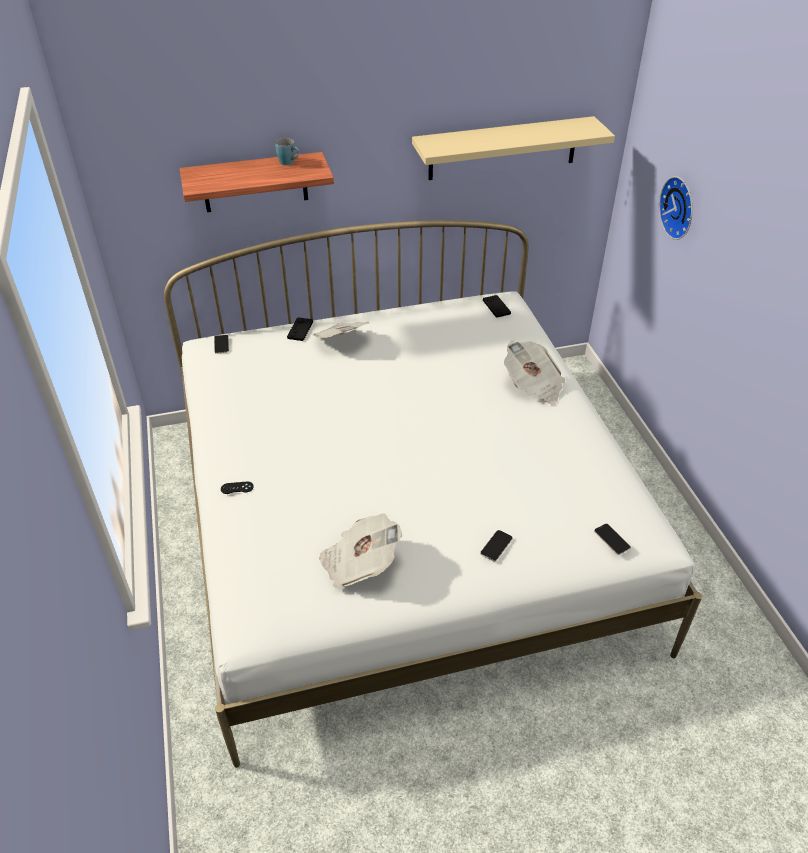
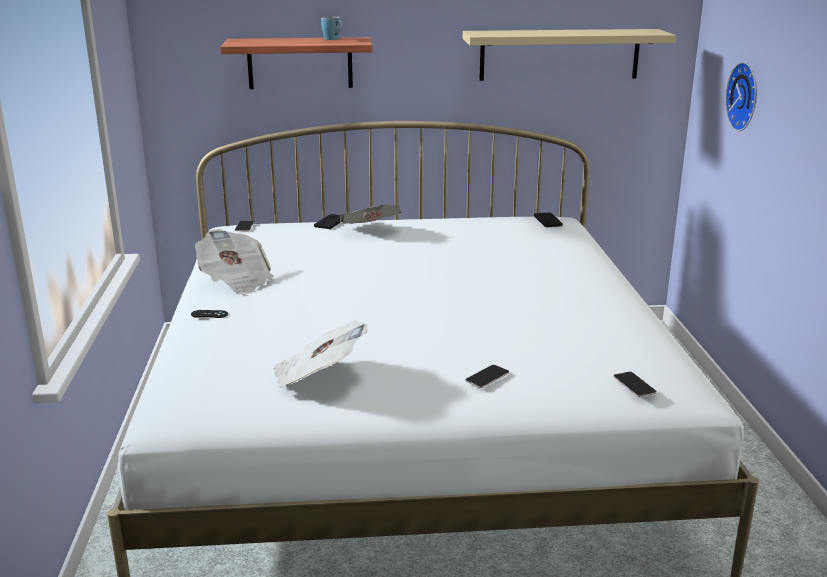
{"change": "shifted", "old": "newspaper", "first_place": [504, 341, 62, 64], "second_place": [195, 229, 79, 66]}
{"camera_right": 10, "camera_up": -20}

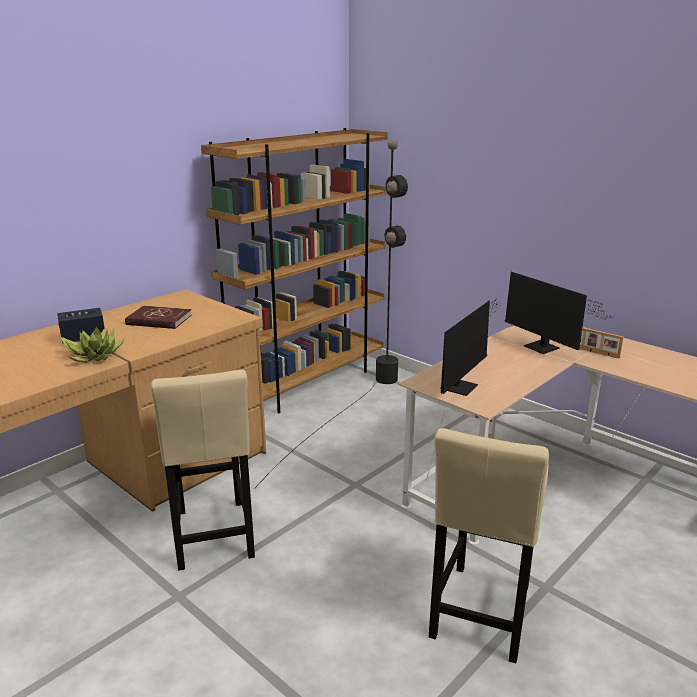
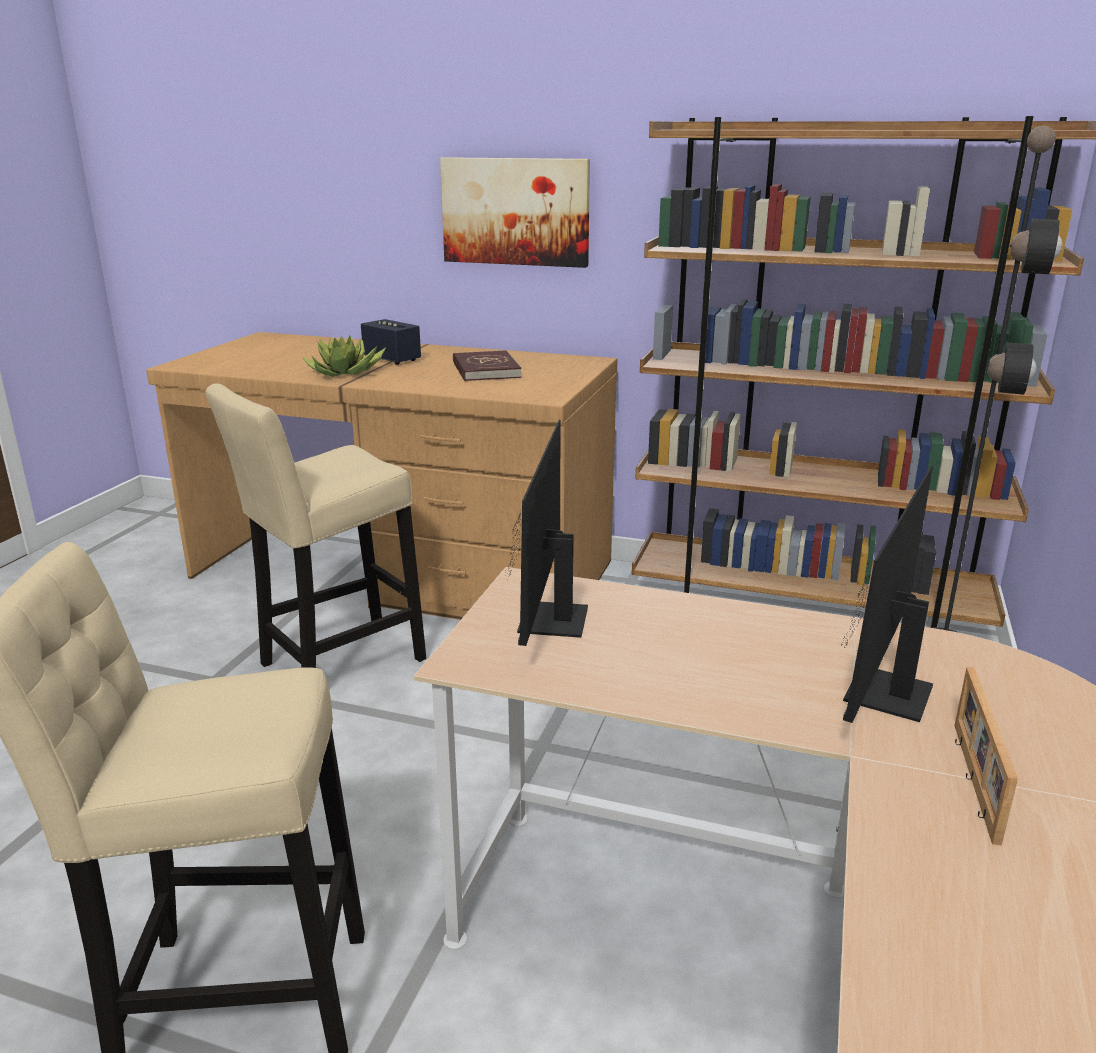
{"change": "new", "new": "picture", "second_place": [440, 157, 150, 111]}
{"change": "rotated", "old": "monitor", "first_place": [440, 299, 62, 97], "second_place": [508, 420, 80, 226], "degrees": 90}
{"camera_right": 65, "camera_up": 0}

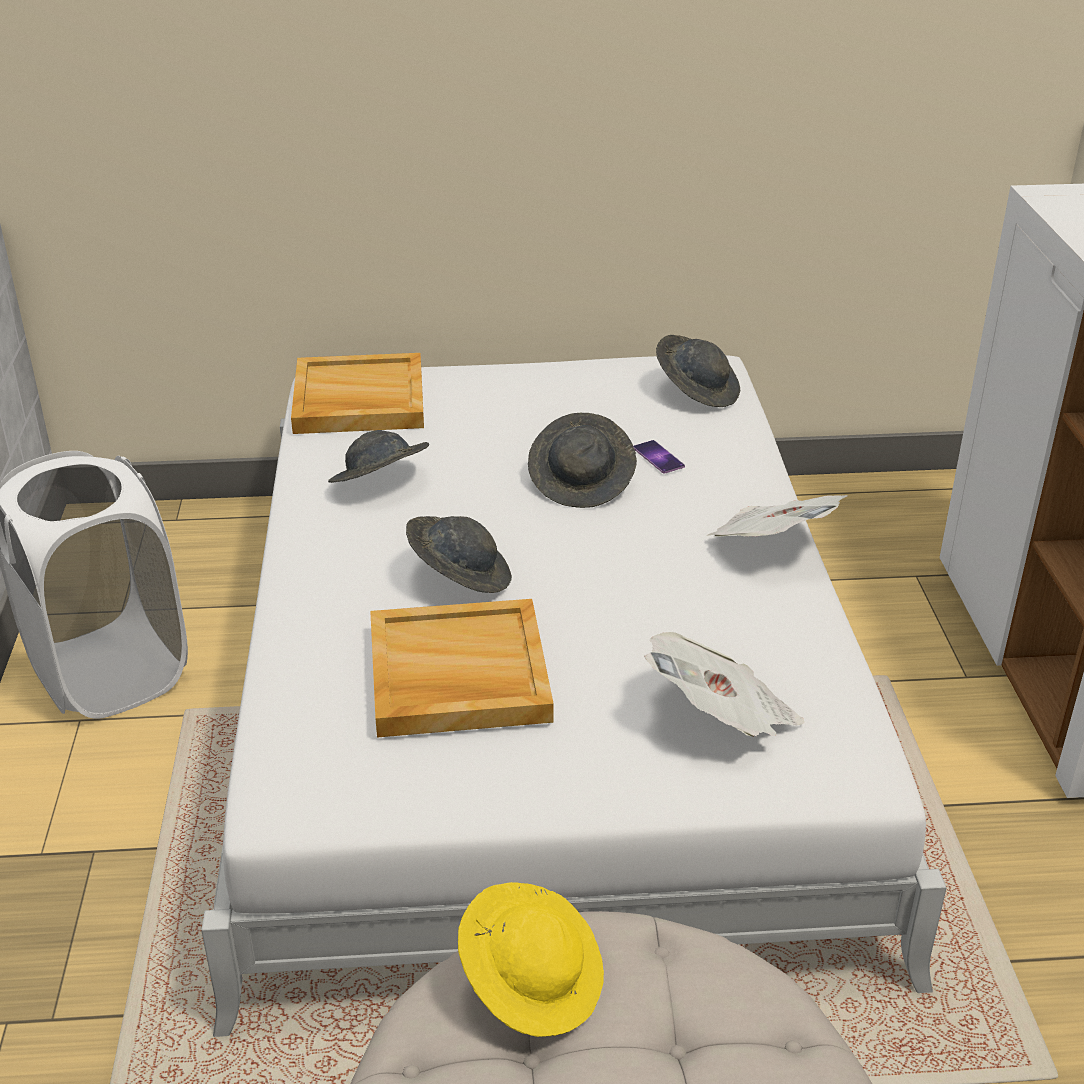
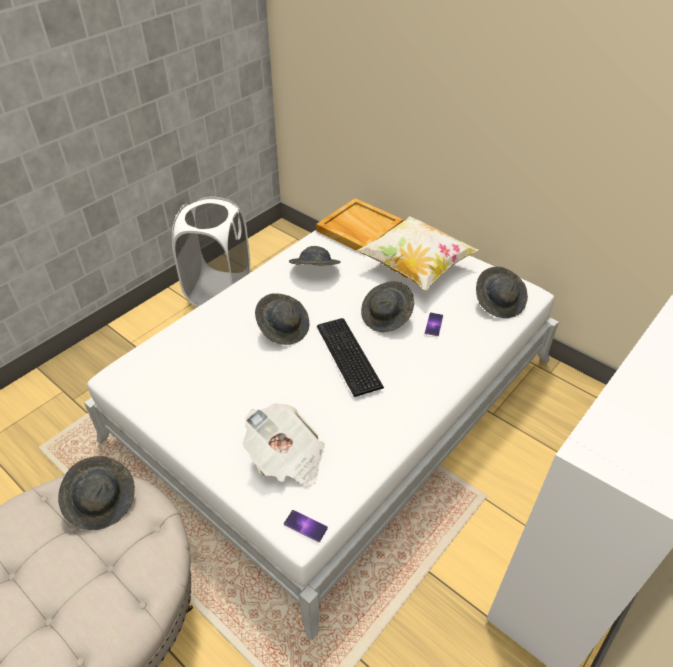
{"change": "repainted", "old": "hat (yellow)", "new": "hat (grey)", "first_place": [458, 882, 146, 155], "second_place": [58, 456, 77, 74]}
{"change": "new", "new": "phone", "second_place": [284, 510, 44, 32]}
{"change": "new", "new": "keyboard", "second_place": [317, 318, 67, 79]}
{"change": "new", "new": "pillow", "second_place": [356, 216, 122, 74]}
{"change": "gone", "old": "tray (beige)", "first_place": [370, 599, 184, 139]}
{"change": "gone", "old": "newspaper", "first_place": [707, 495, 141, 42]}
{"camera_right": 45, "camera_up": 10}

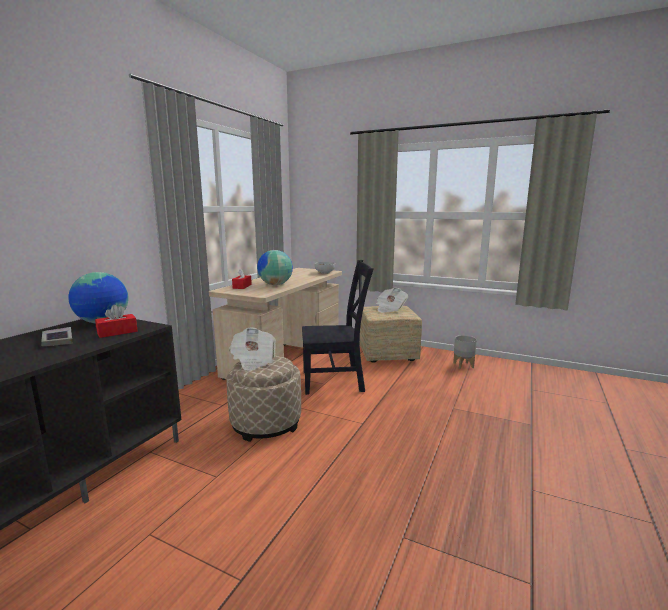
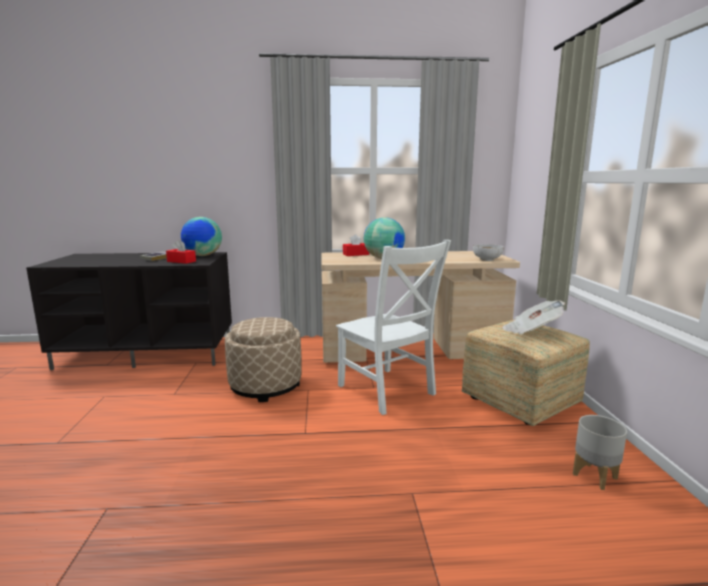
{"change": "repainted", "old": "chair (black)", "new": "chair (white)", "first_place": [302, 260, 72, 135], "second_place": [336, 240, 115, 175]}
{"change": "gone", "old": "newspaper", "first_place": [229, 328, 47, 43]}
{"camera_right": 60, "camera_up": 0}

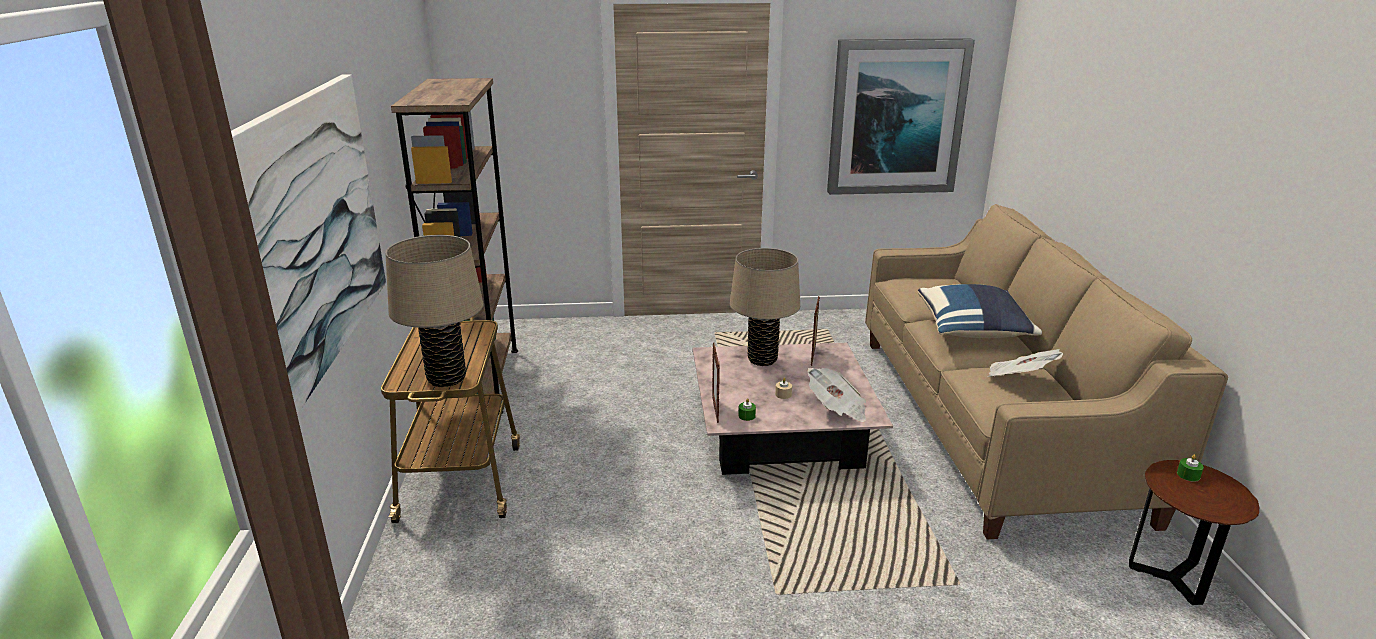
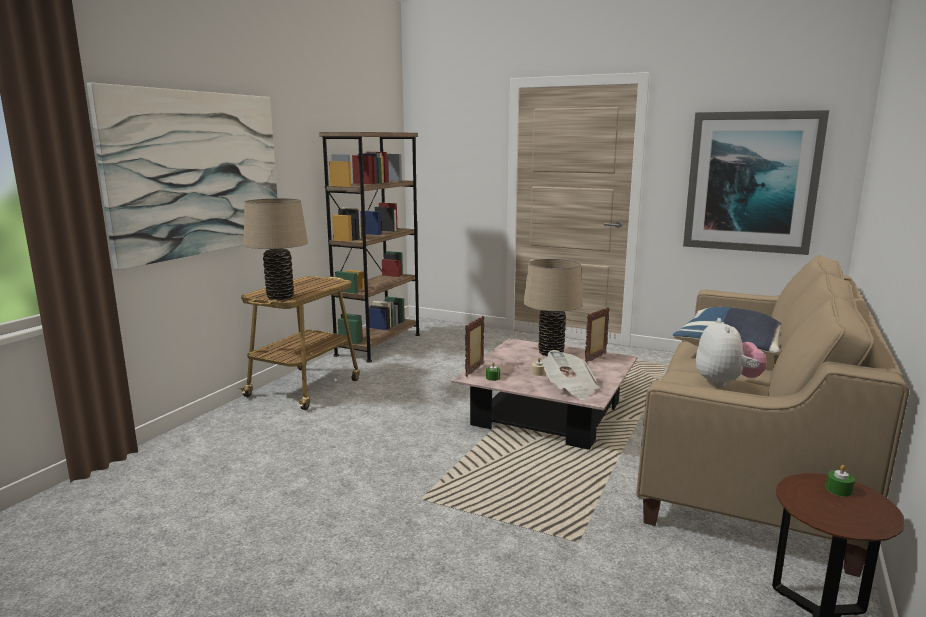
{"change": "swapped", "old": "newspaper", "new": "plush toy", "first_place": [987, 349, 76, 28], "second_place": [696, 318, 71, 70]}
{"camera_right": 30, "camera_up": -10}

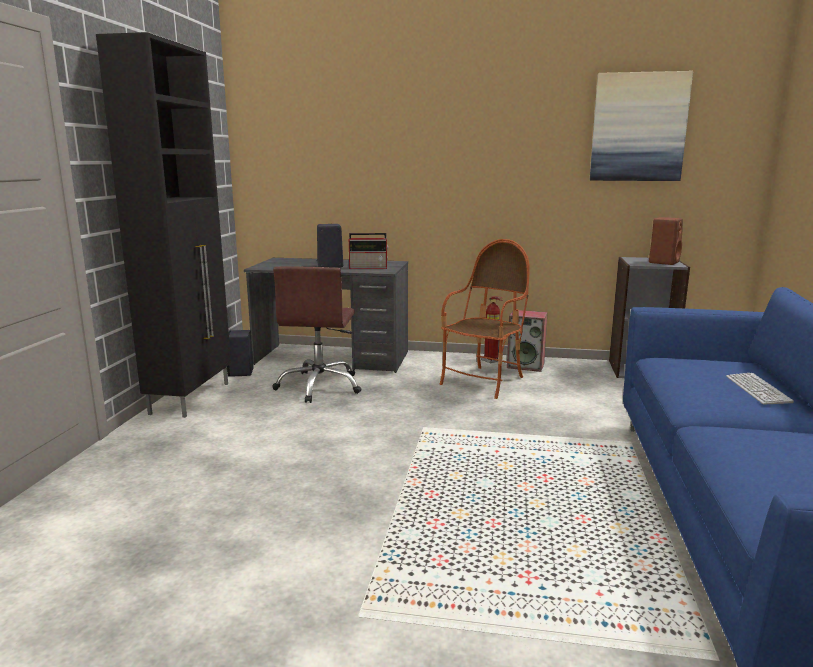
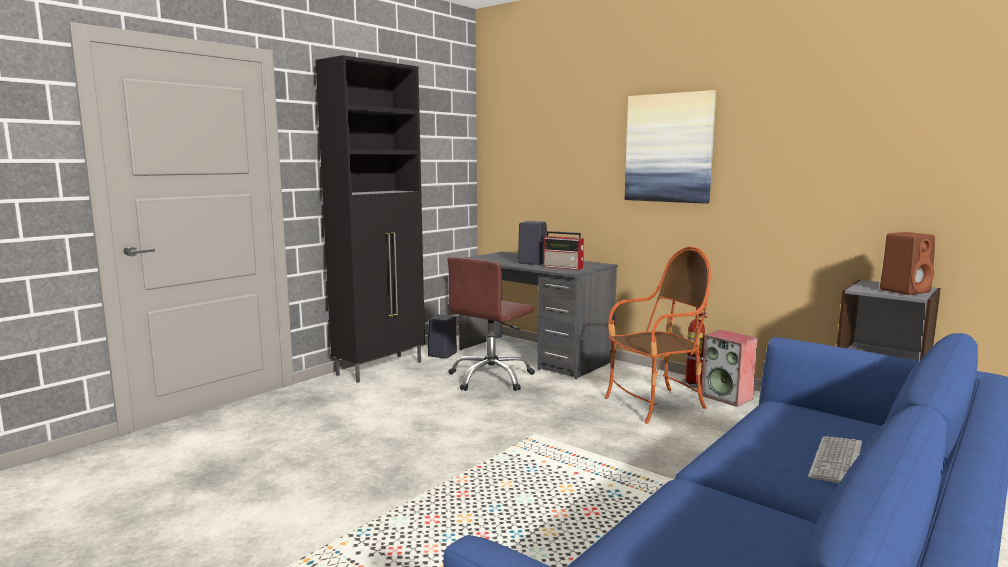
{"change": "shifted", "old": "picture", "first_place": [590, 71, 103, 110], "second_place": [625, 90, 91, 114]}
{"camera_right": 30, "camera_up": -5}

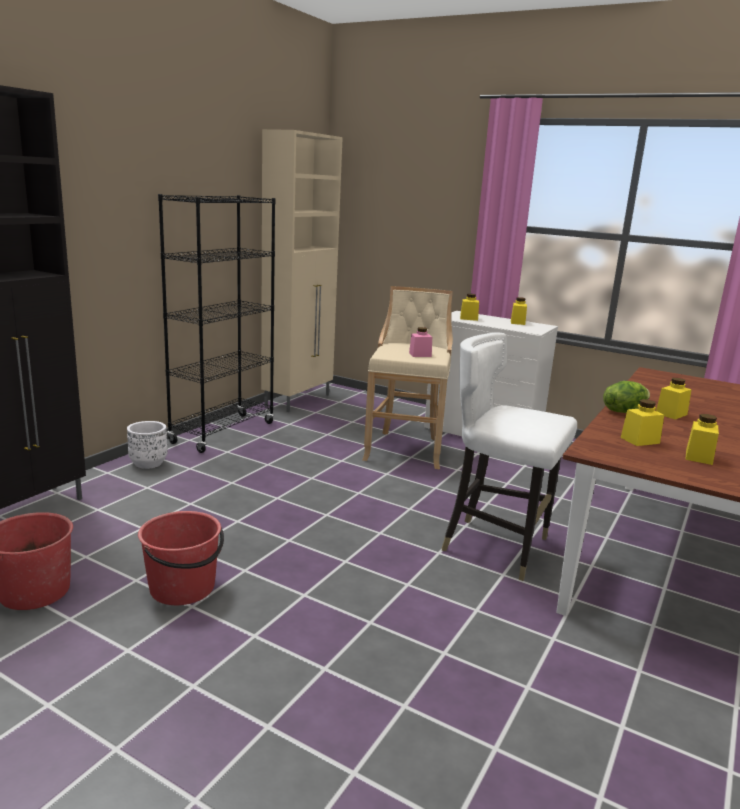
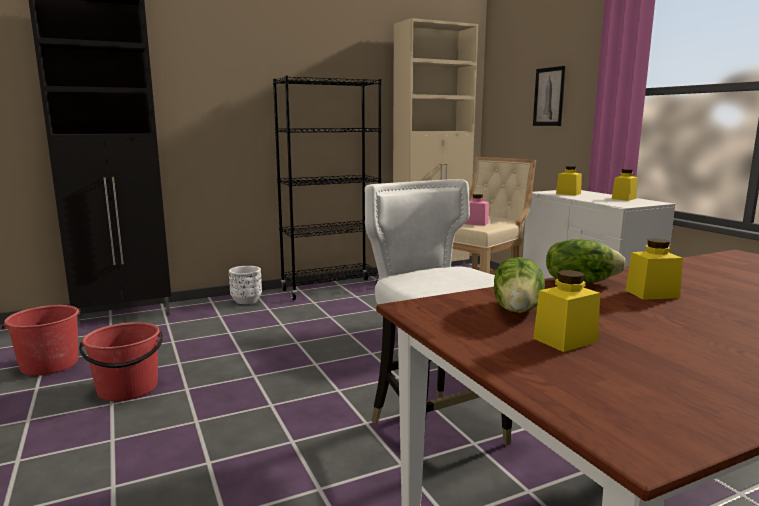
{"change": "swapped", "old": "jar (yellow)", "new": "lettuce", "first_place": [621, 399, 43, 47], "second_place": [494, 257, 51, 56]}
{"change": "new", "new": "picture", "second_place": [533, 66, 33, 60]}
{"camera_right": 35, "camera_up": -5}

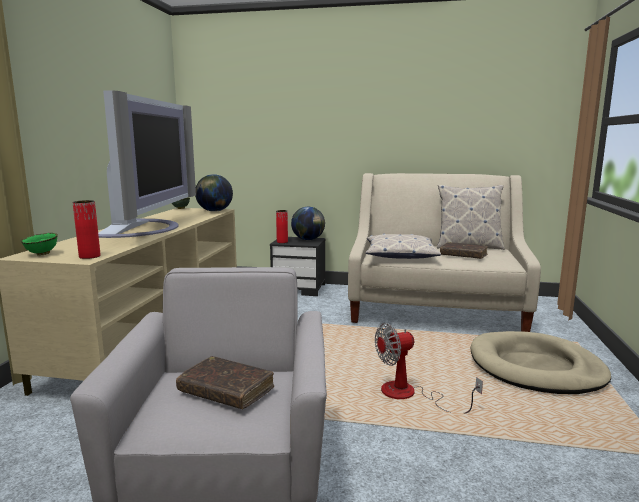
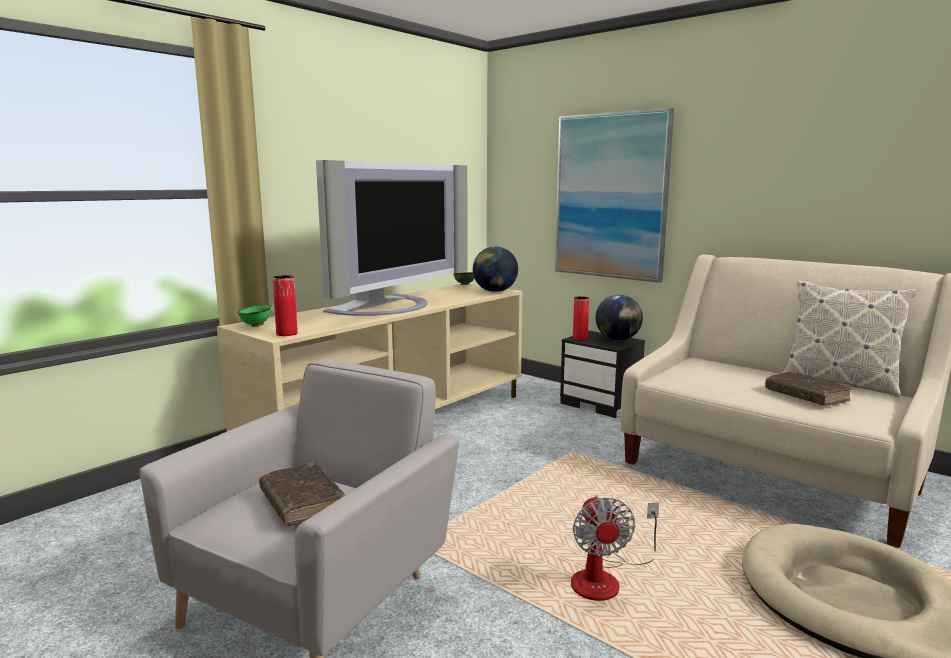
{"change": "new", "new": "picture", "second_place": [555, 107, 119, 176]}
{"change": "rotated", "old": "fan", "first_place": [375, 323, 108, 90], "second_place": [571, 495, 88, 106], "degrees": -105}
{"change": "gone", "old": "pillow", "first_place": [366, 233, 75, 26]}
{"camera_right": 30, "camera_up": 0}

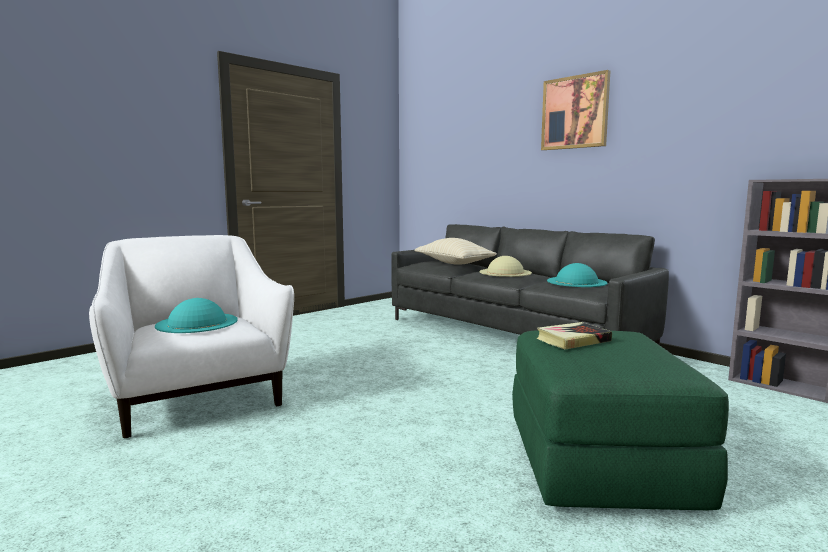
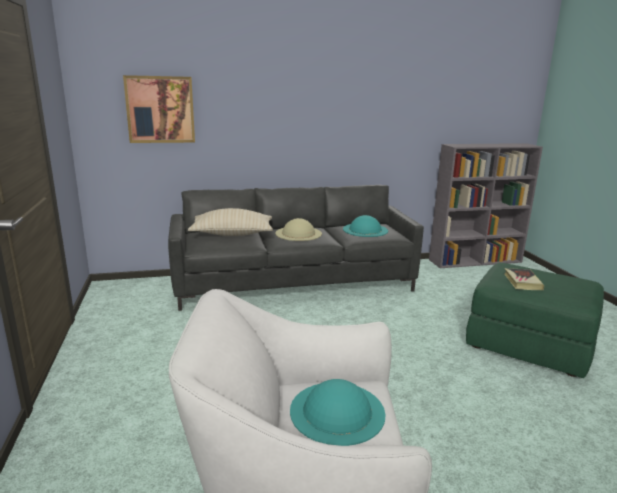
{"change": "shifted", "old": "picture", "first_place": [541, 70, 69, 80], "second_place": [123, 75, 72, 68]}
{"camera_right": -60, "camera_up": 10}

